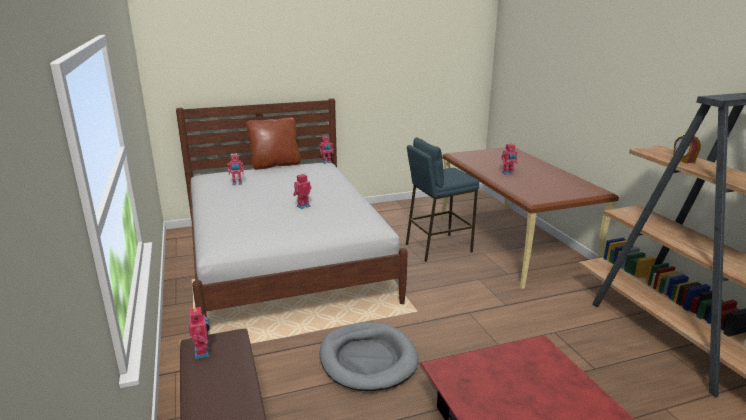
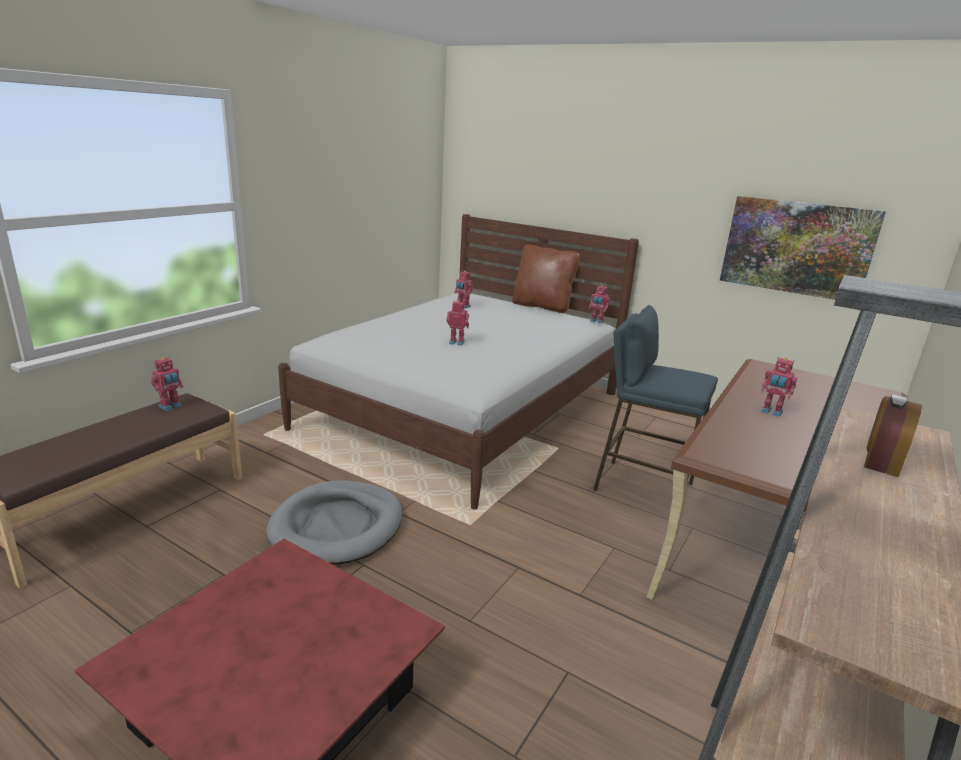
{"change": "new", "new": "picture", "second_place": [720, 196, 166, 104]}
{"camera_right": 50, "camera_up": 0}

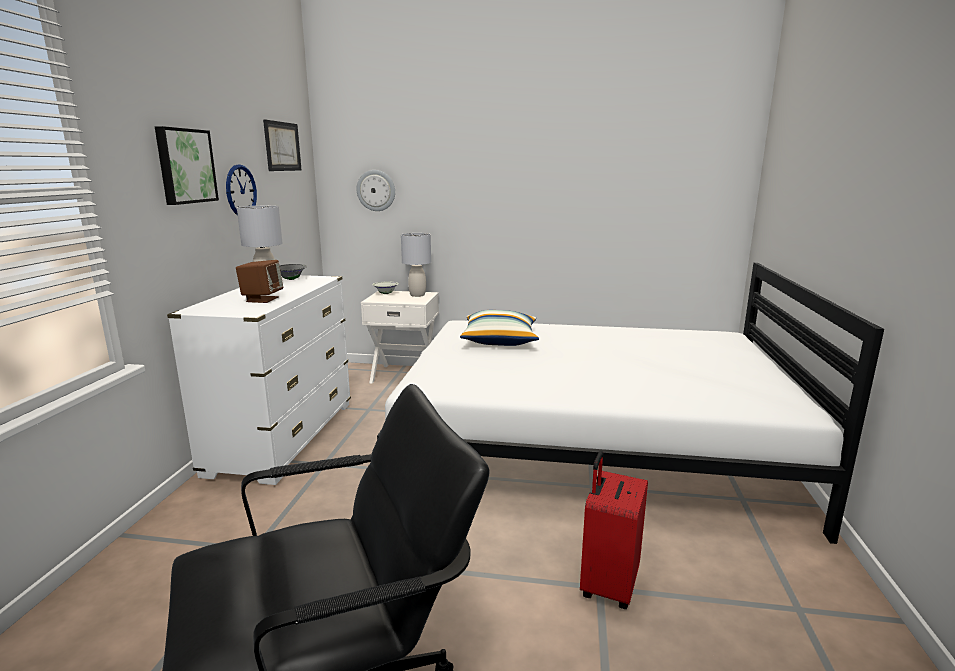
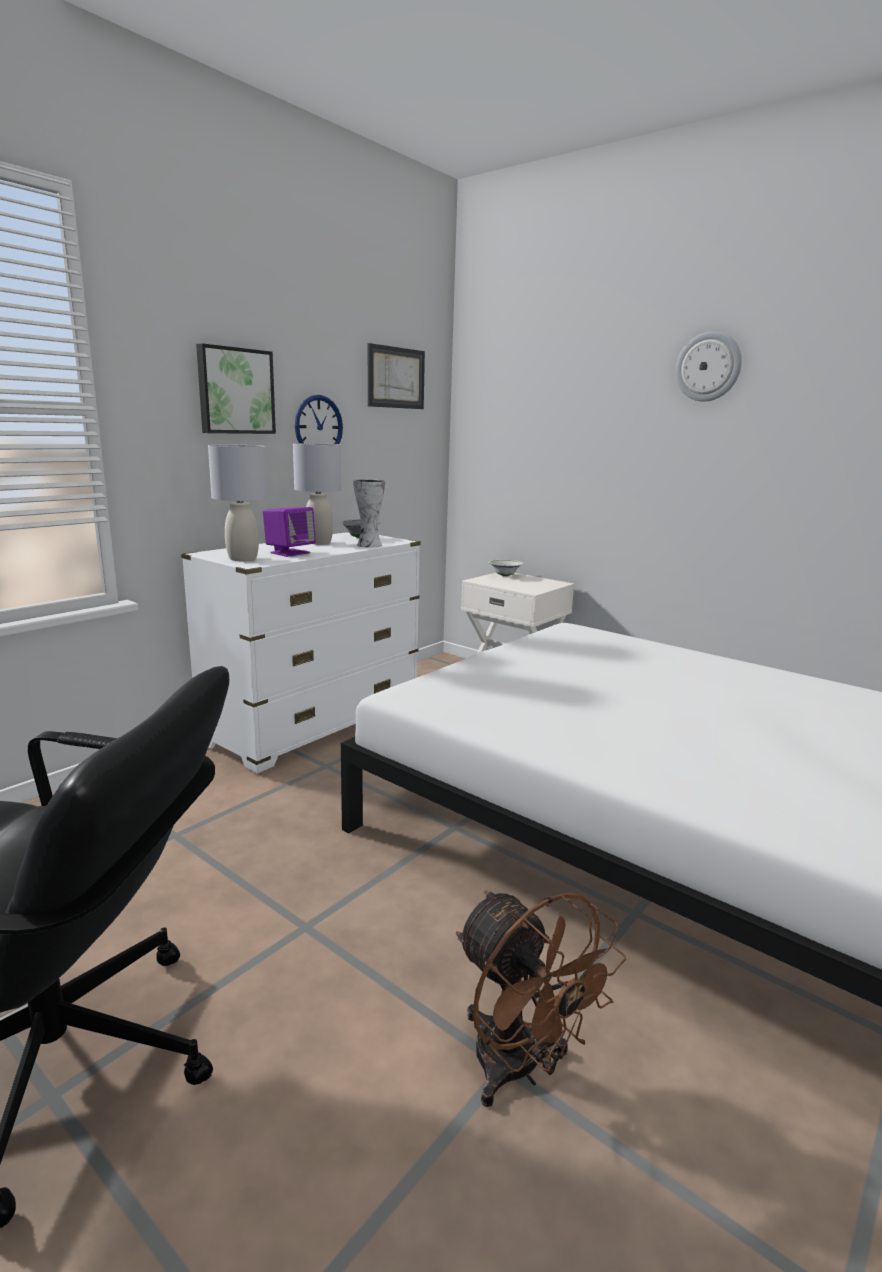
{"change": "shifted", "old": "table lamp (grey)", "first_place": [401, 233, 30, 64], "second_place": [208, 444, 59, 117]}
{"change": "repainted", "old": "speaker (brown)", "new": "speaker (purple)", "first_place": [236, 260, 47, 43], "second_place": [263, 507, 53, 50]}
{"change": "new", "new": "vase", "second_place": [353, 479, 32, 69]}
{"change": "swapped", "old": "suitcase (red)", "new": "fan (brown)", "first_place": [580, 451, 68, 158], "second_place": [456, 890, 170, 217]}
{"change": "shifted", "old": "wall clock", "first_place": [357, 170, 38, 41], "second_place": [676, 331, 66, 71]}
{"change": "gone", "old": "pillow", "first_place": [460, 310, 79, 36]}
{"camera_right": 30, "camera_up": 0}

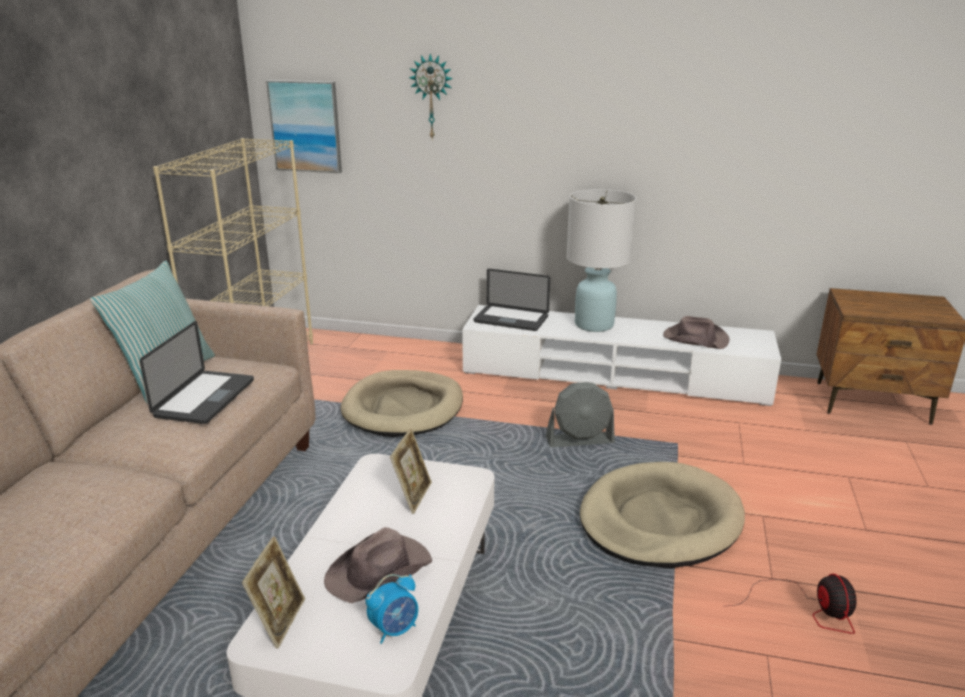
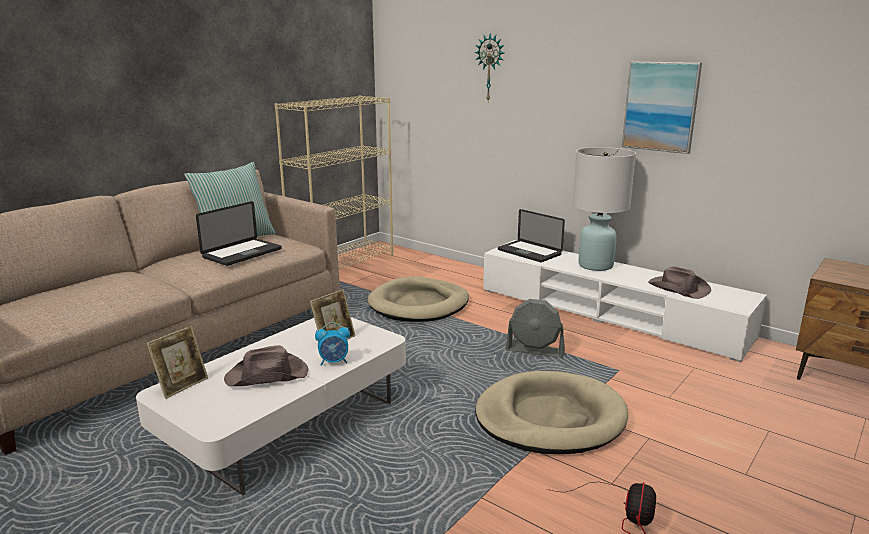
{"change": "shifted", "old": "alarm clock", "first_place": [366, 574, 52, 70], "second_place": [315, 322, 35, 44]}
{"change": "shifted", "old": "picture", "first_place": [266, 80, 76, 93], "second_place": [622, 61, 80, 93]}
{"camera_right": 25, "camera_up": -5}

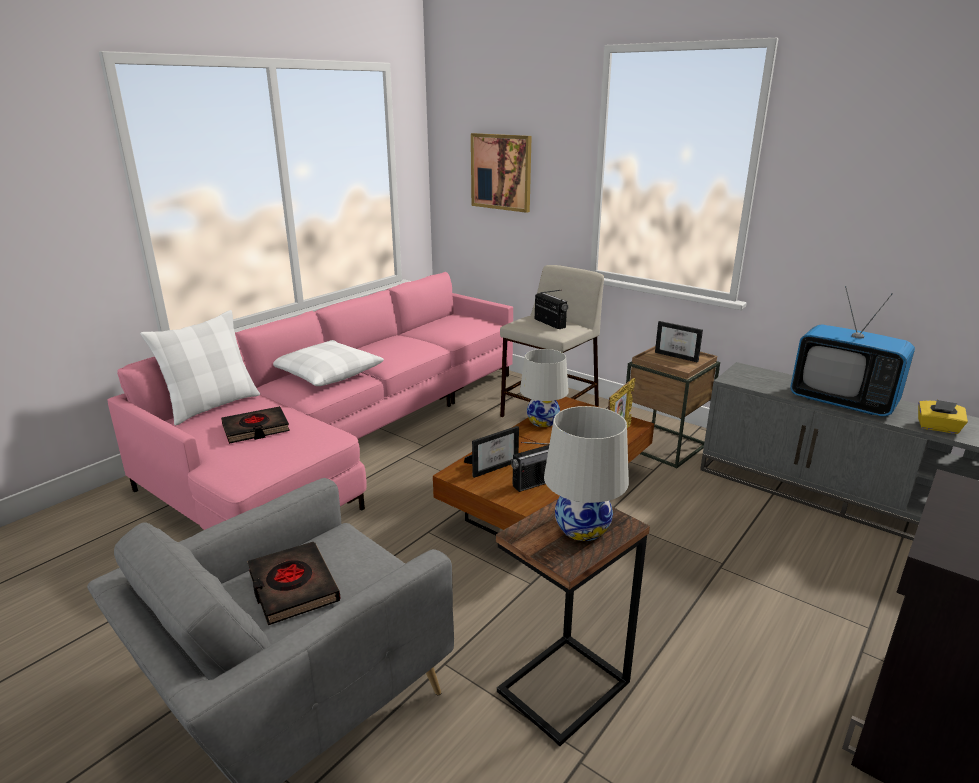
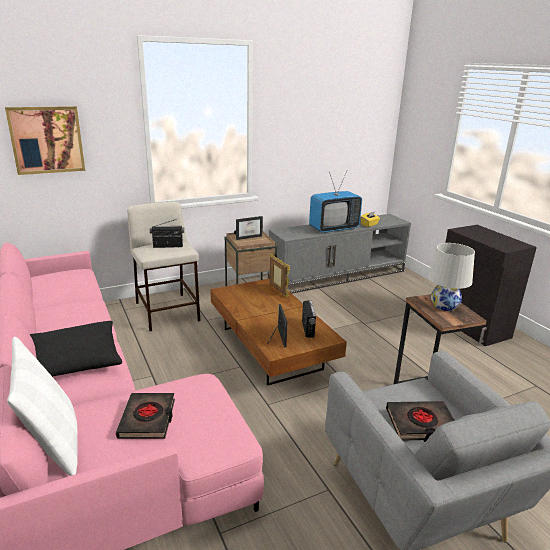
{"change": "repainted", "old": "pillow (white)", "new": "pillow (black)", "first_place": [273, 340, 111, 46], "second_place": [30, 321, 92, 56]}
{"change": "gone", "old": "table lamp (white)", "first_place": [520, 349, 49, 78]}
{"camera_right": -65, "camera_up": 0}

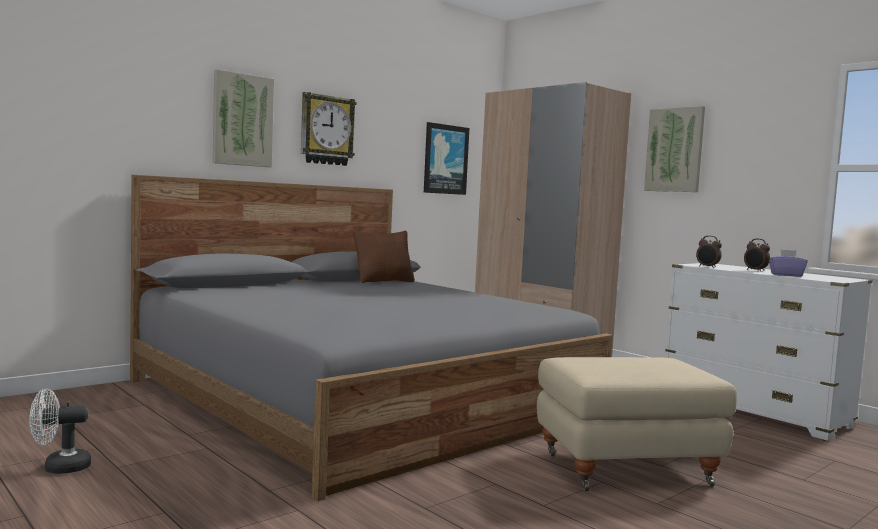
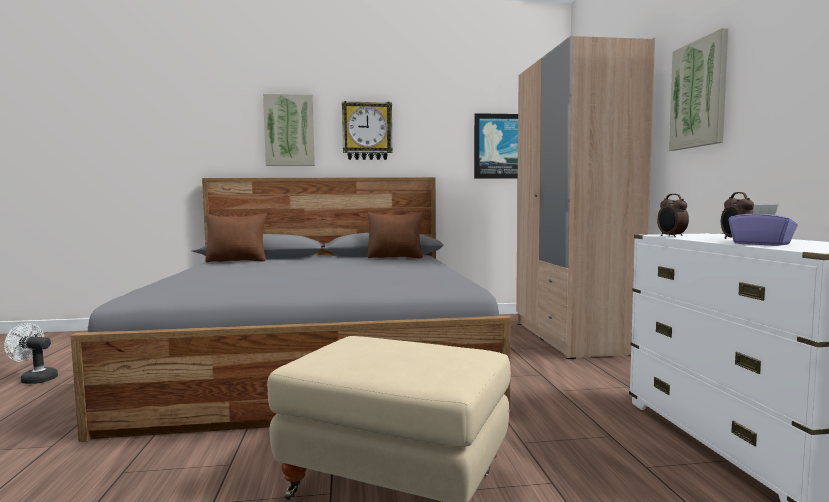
{"change": "new", "new": "pillow (brown)", "second_place": [205, 213, 62, 49]}
{"camera_right": 35, "camera_up": 0}

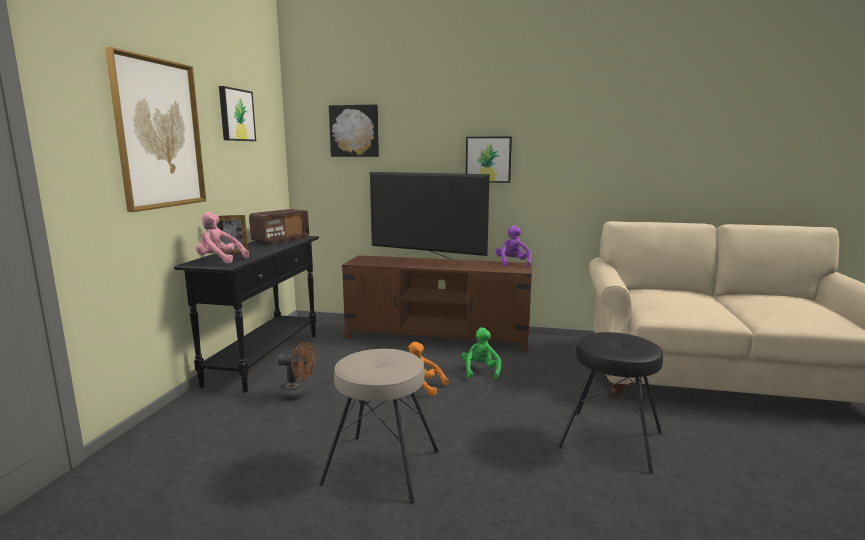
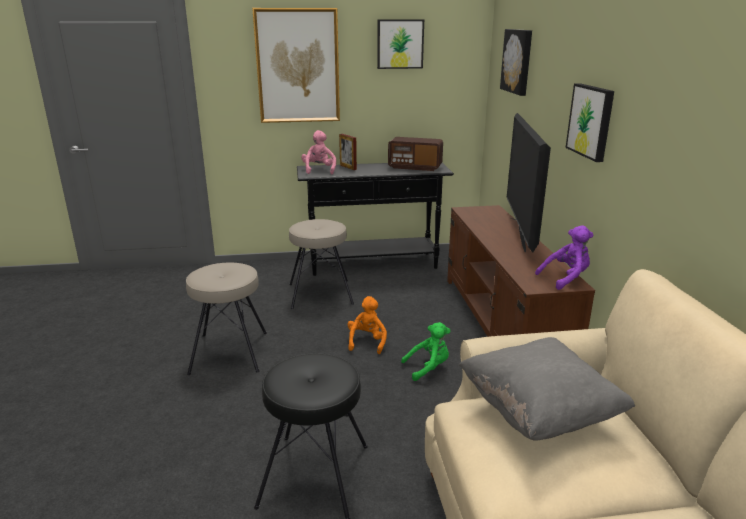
{"change": "swapped", "old": "fan (brown)", "new": "stool (beige)", "first_place": [277, 342, 38, 58], "second_place": [289, 219, 65, 90]}
{"change": "new", "new": "pillow (grey)", "second_place": [459, 337, 176, 104]}
{"camera_right": 70, "camera_up": 10}

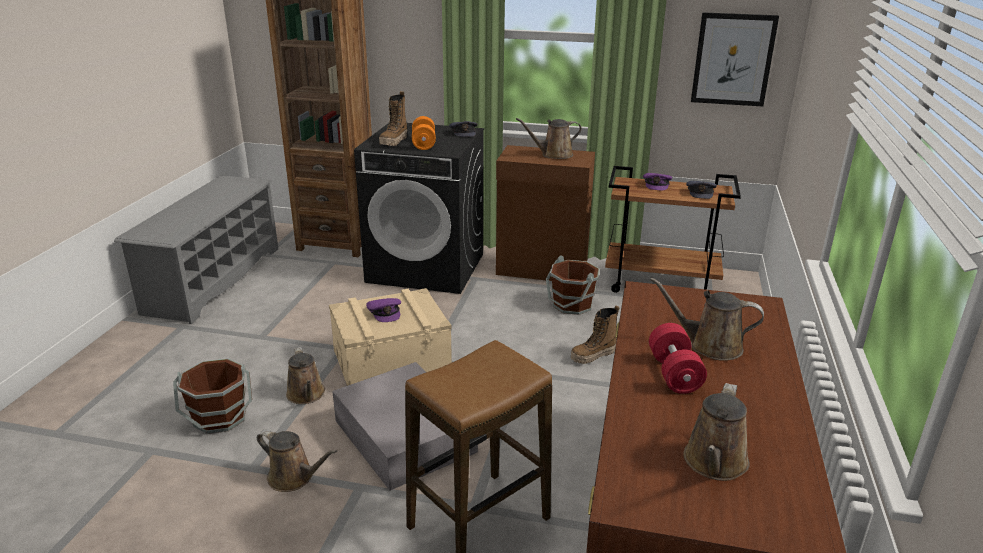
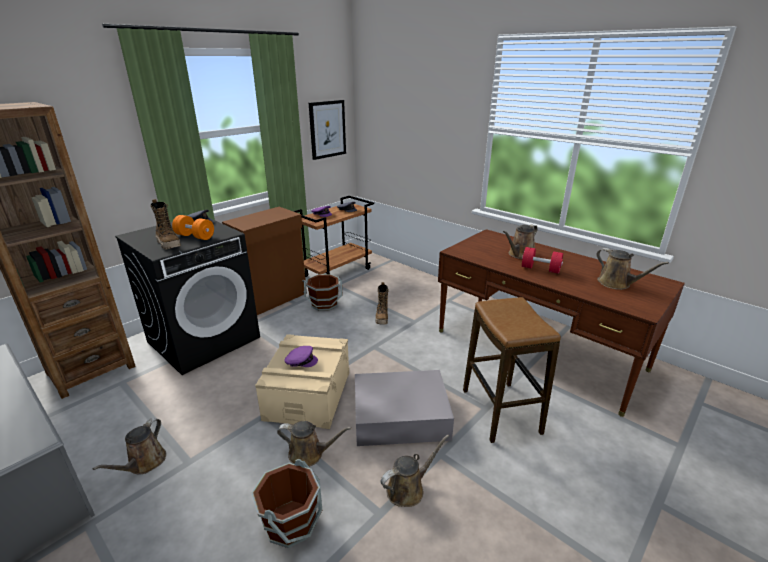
{"change": "shifted", "old": "watering can (brown)", "first_place": [516, 118, 66, 41], "second_place": [92, 418, 74, 56]}
{"camera_right": -60, "camera_up": 0}

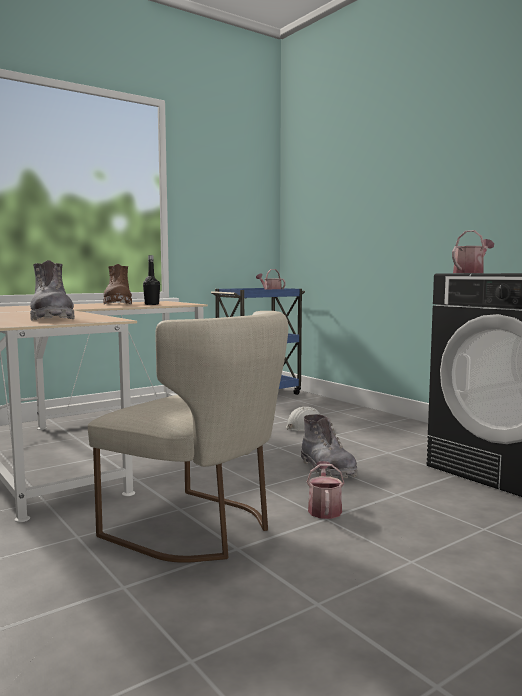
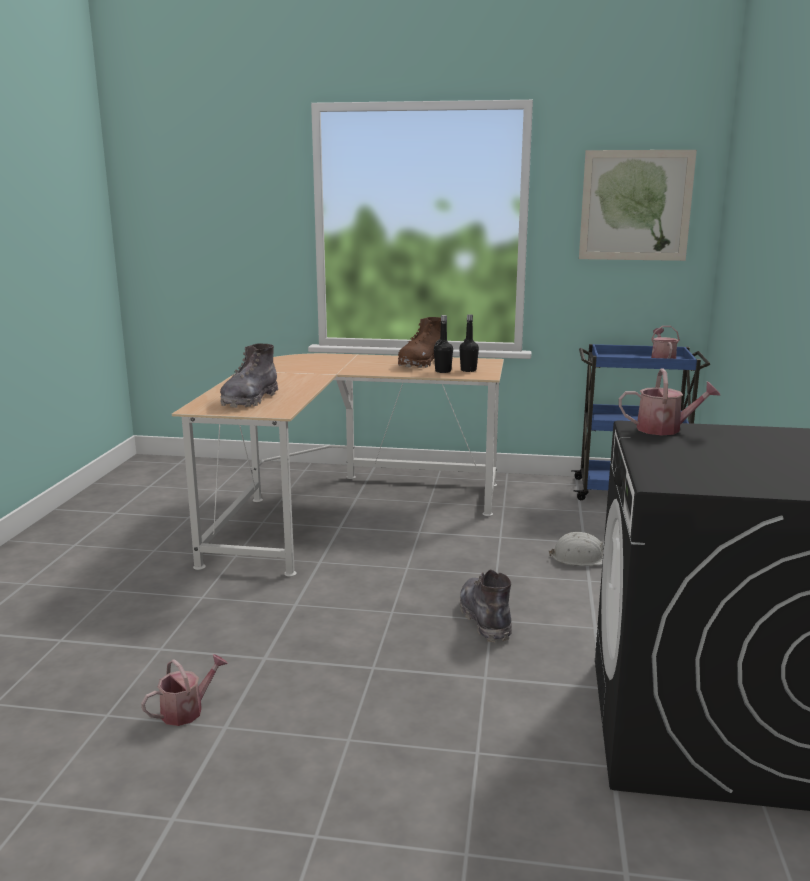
{"change": "shifted", "old": "watering can", "first_place": [307, 461, 38, 58], "second_place": [141, 654, 87, 72]}
{"change": "new", "new": "bottle (black)", "second_place": [459, 314, 20, 58]}
{"change": "rotated", "old": "boot (grey)", "first_place": [301, 414, 56, 65], "second_place": [460, 570, 52, 72], "degrees": 150}
{"change": "new", "new": "picture", "second_place": [579, 150, 118, 111]}
{"change": "gone", "old": "chair (beige)", "first_place": [88, 311, 200, 252]}
{"camera_right": 45, "camera_up": 10}

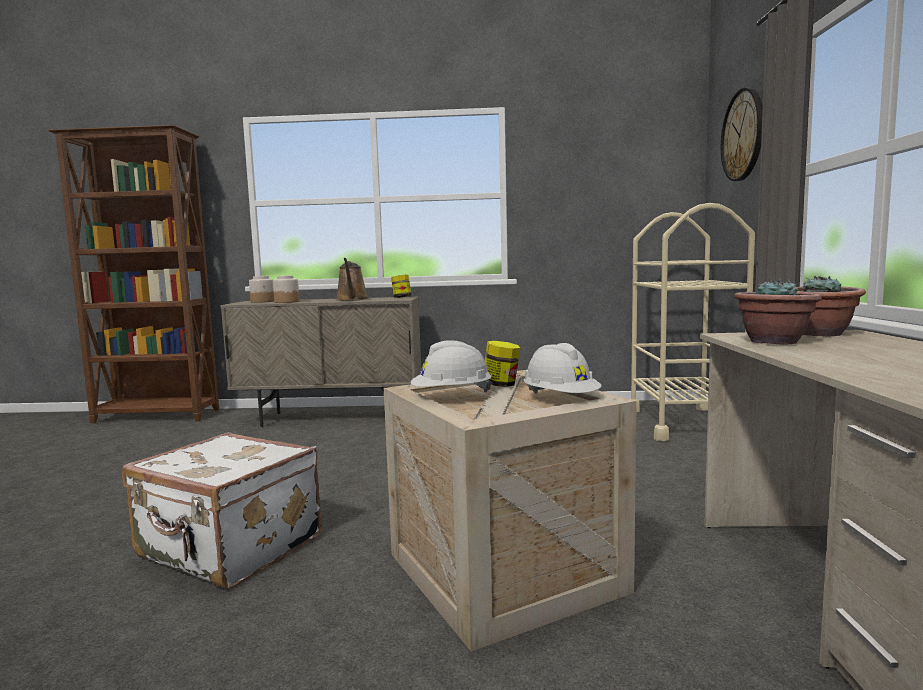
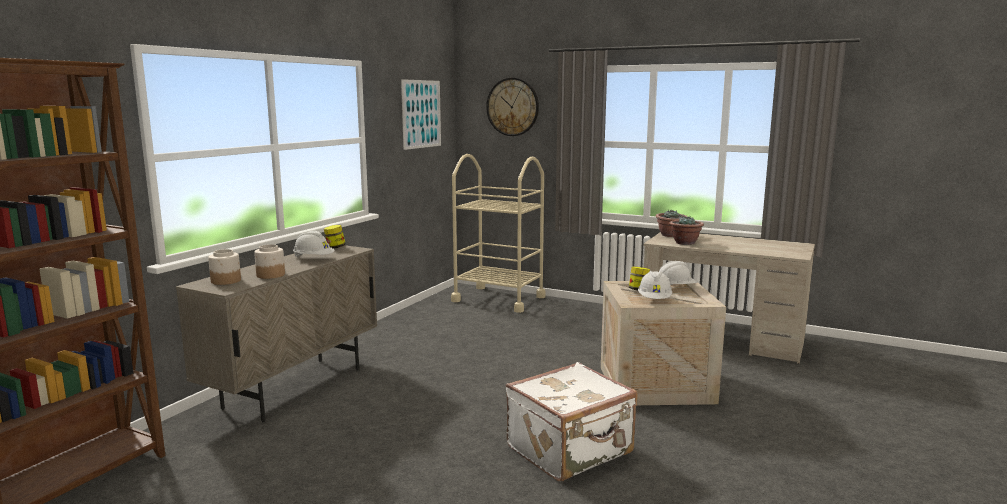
{"change": "swapped", "old": "watering can (brown)", "new": "hard hat (white)", "first_place": [337, 258, 32, 43], "second_place": [293, 231, 42, 27]}
{"change": "new", "new": "picture", "second_place": [401, 79, 40, 71]}
{"camera_right": -65, "camera_up": 5}

